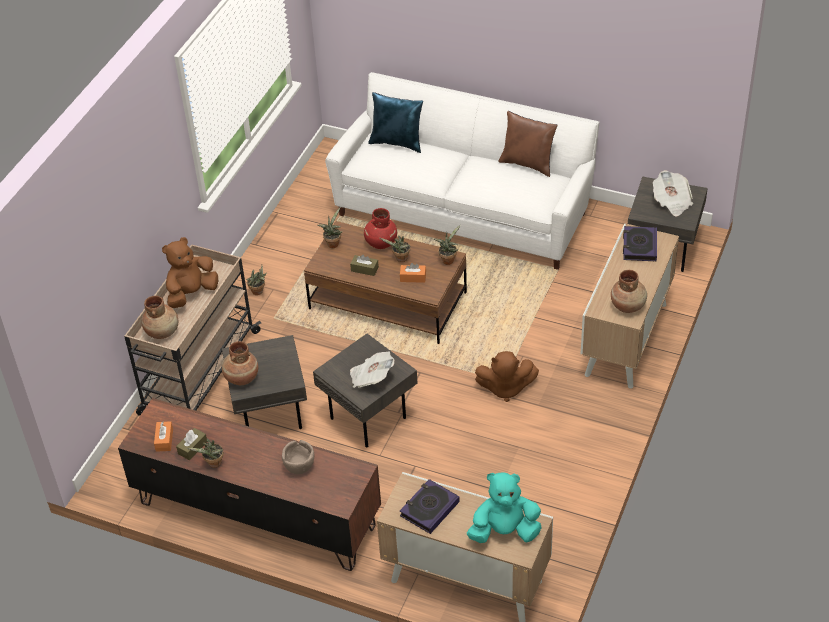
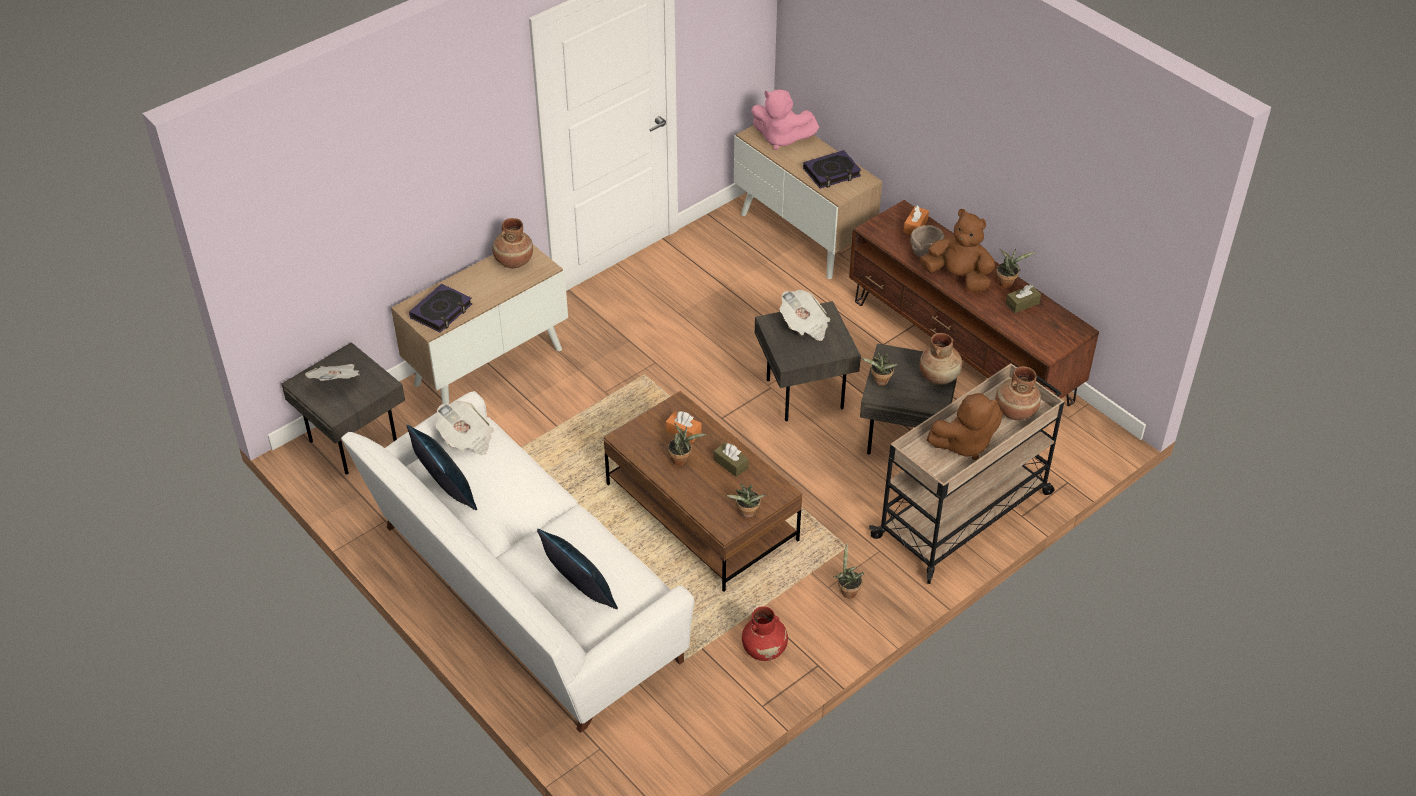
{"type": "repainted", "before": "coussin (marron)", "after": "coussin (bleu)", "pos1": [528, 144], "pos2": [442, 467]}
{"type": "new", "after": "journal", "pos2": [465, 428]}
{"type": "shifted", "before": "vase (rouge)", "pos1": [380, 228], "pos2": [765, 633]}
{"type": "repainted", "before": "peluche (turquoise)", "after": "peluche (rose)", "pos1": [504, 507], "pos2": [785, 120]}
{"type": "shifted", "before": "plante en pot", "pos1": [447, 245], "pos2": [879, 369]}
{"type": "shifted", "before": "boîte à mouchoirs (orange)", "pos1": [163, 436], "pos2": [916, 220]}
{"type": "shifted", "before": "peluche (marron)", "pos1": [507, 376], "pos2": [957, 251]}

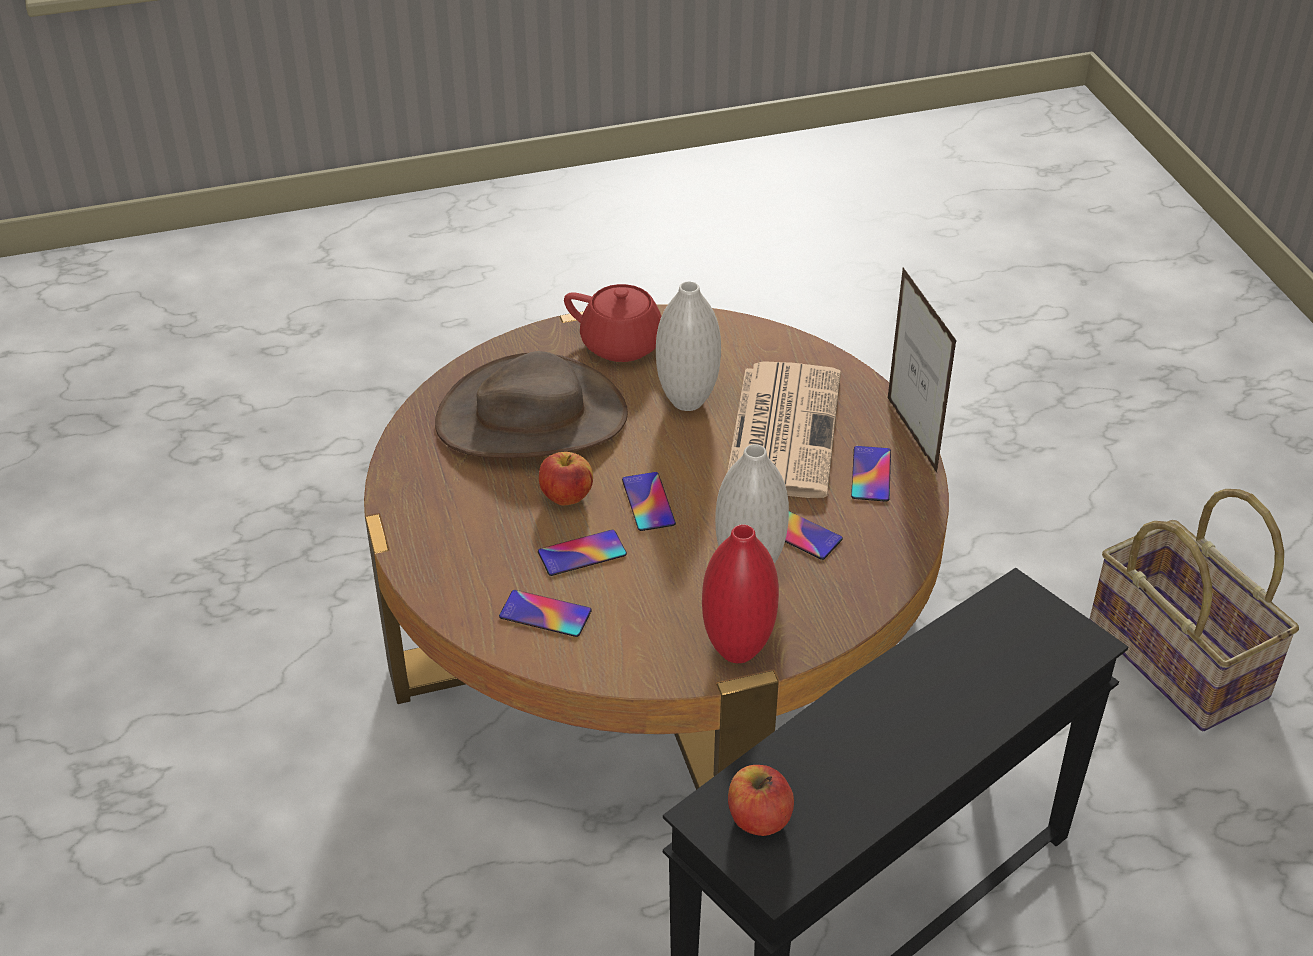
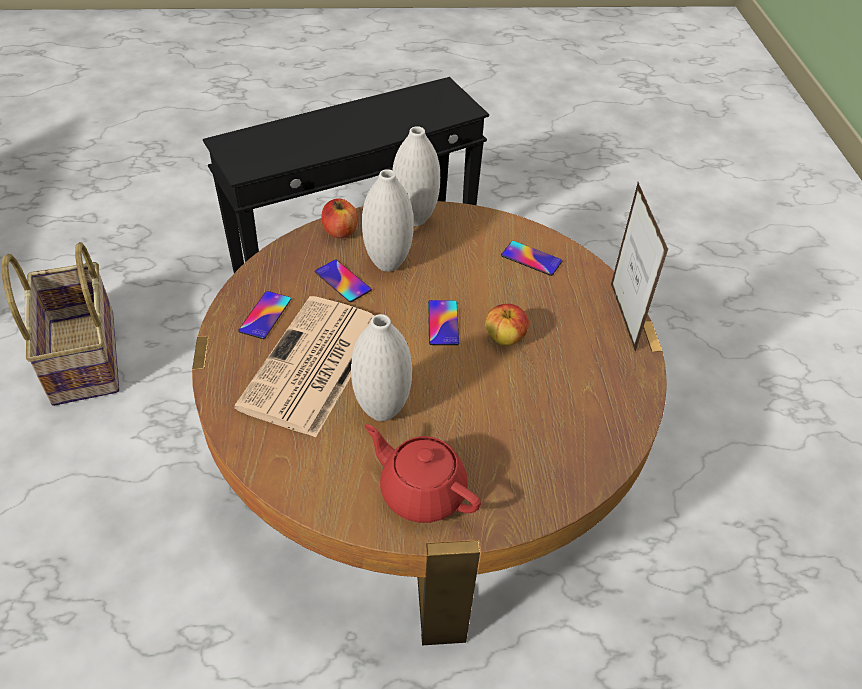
{"type": "shifted", "before": "pomme", "pos1": [761, 800], "pos2": [339, 218]}
{"type": "repainted", "before": "vase (rouge)", "after": "vase (blanc)", "pos1": [740, 593], "pos2": [416, 176]}
{"type": "shifted", "before": "cadre photo", "pos1": [922, 370], "pos2": [639, 267]}
{"type": "gone", "before": "chapeau (marron)", "pos1": [531, 404]}
{"type": "gone", "before": "téléphone", "pos1": [582, 553]}

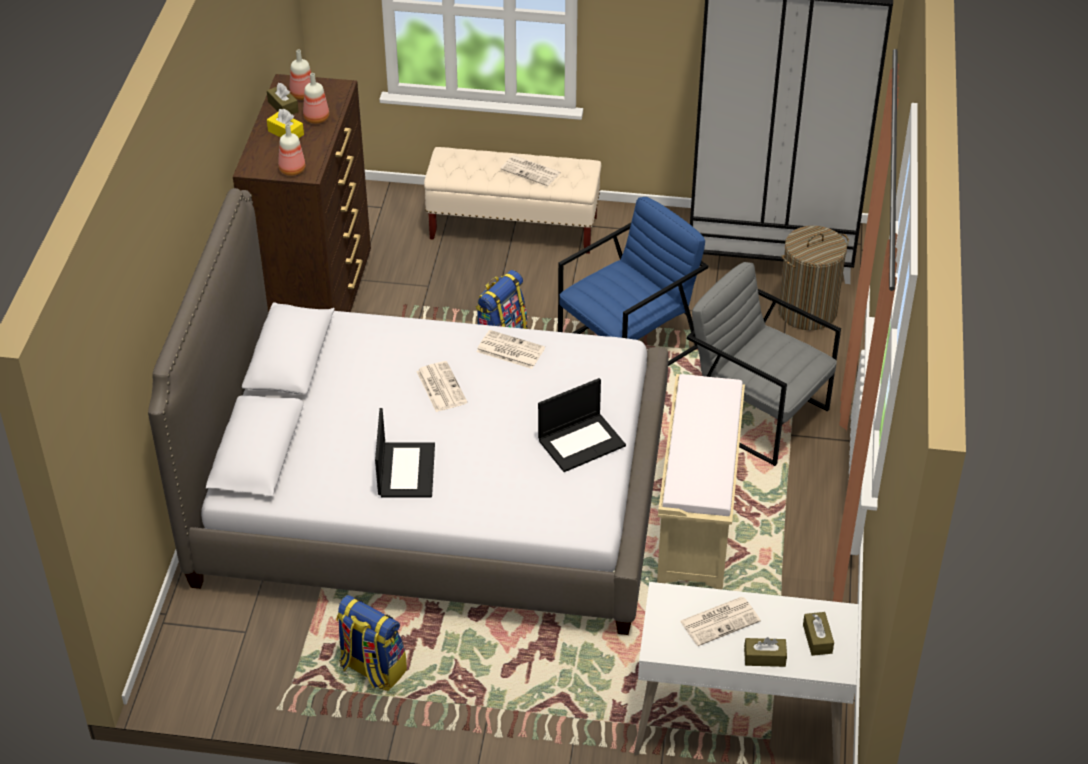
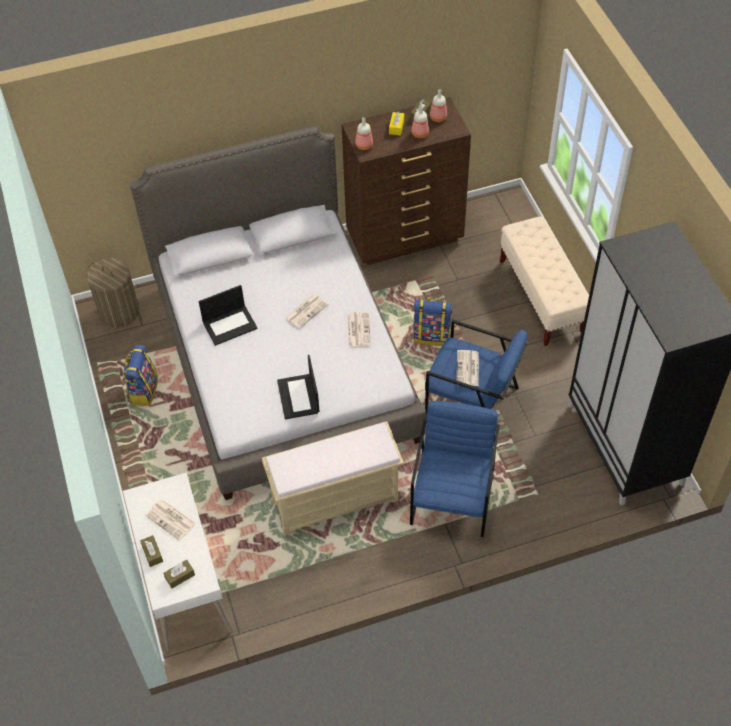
{"type": "shifted", "before": "panier à linge", "pos1": [813, 278], "pos2": [113, 293]}
{"type": "rotated", "before": "ordinateur portable", "pos1": [582, 425], "pos2": [298, 387], "turn": 45}
{"type": "repainted", "before": "fauteuil (gris)", "after": "fauteuil (bleu)", "pos1": [764, 364], "pos2": [455, 469]}
{"type": "shifted", "before": "journal", "pos1": [530, 170], "pos2": [467, 368]}

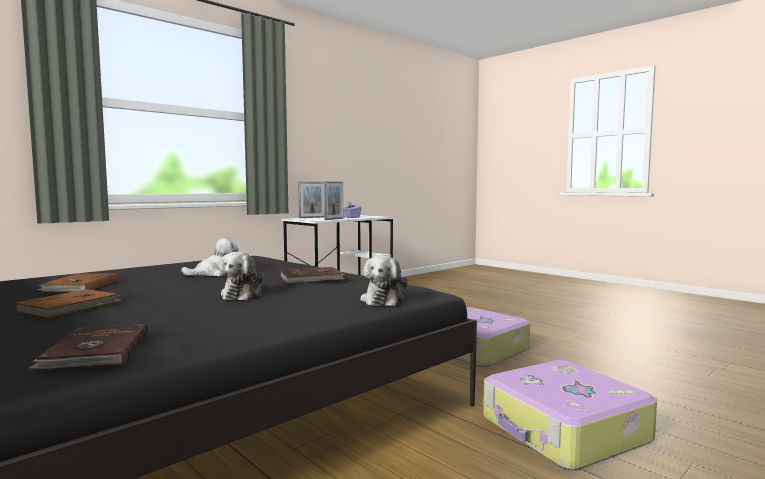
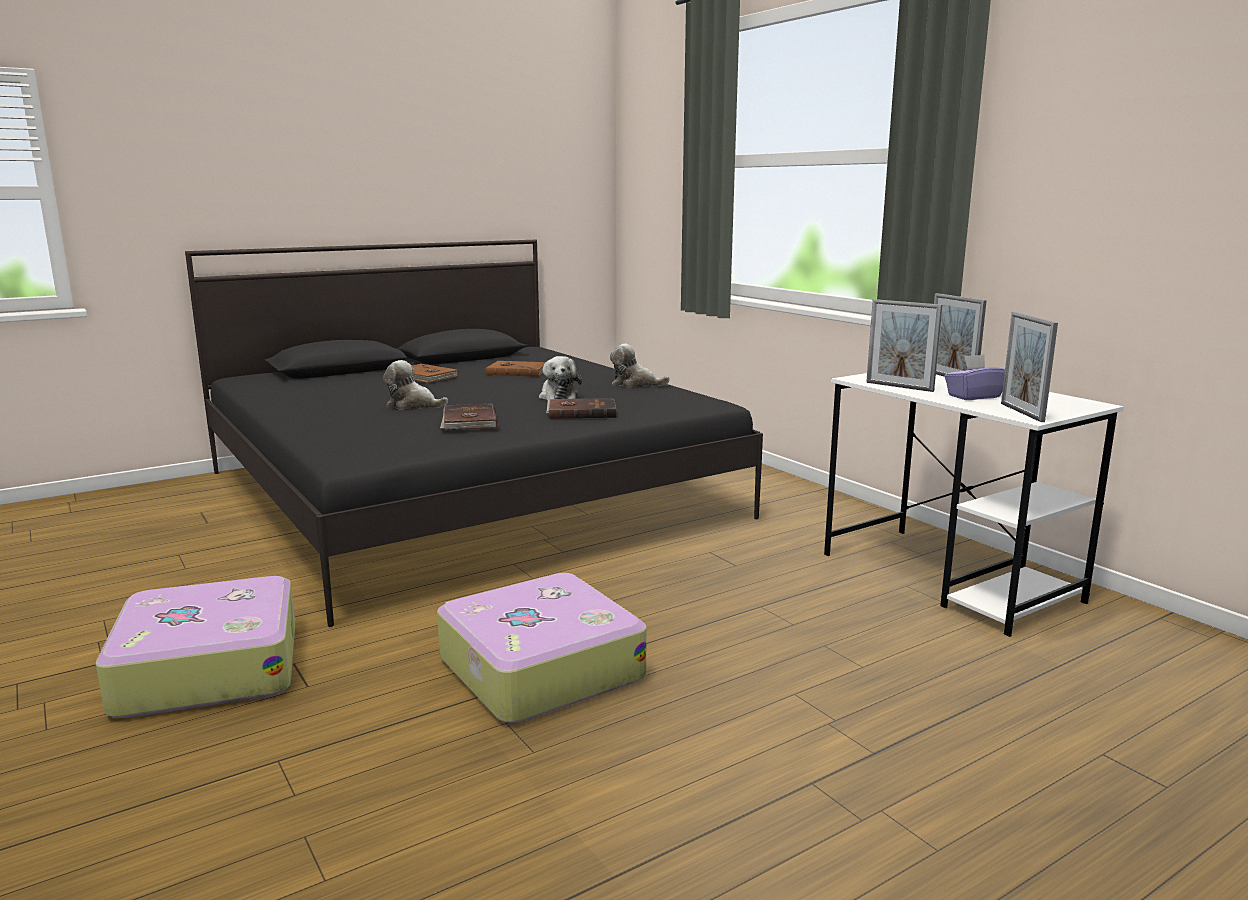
{"type": "shifted", "before": "livre (marron)", "pos1": [89, 347], "pos2": [581, 408]}
{"type": "shifted", "before": "peluche", "pos1": [383, 280], "pos2": [640, 365]}
{"type": "new", "after": "cadre photo", "pos2": [1029, 367]}

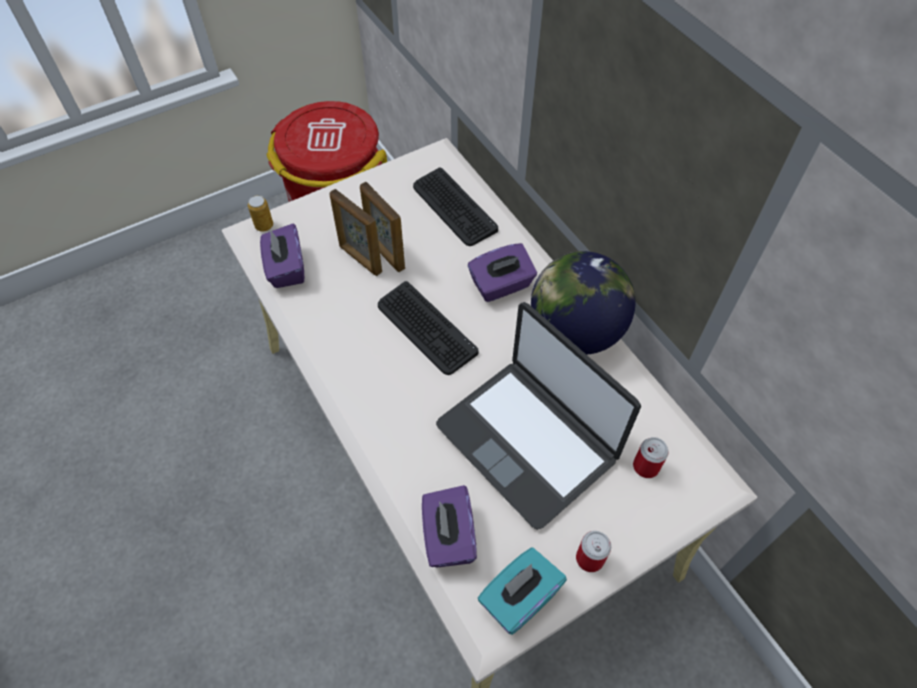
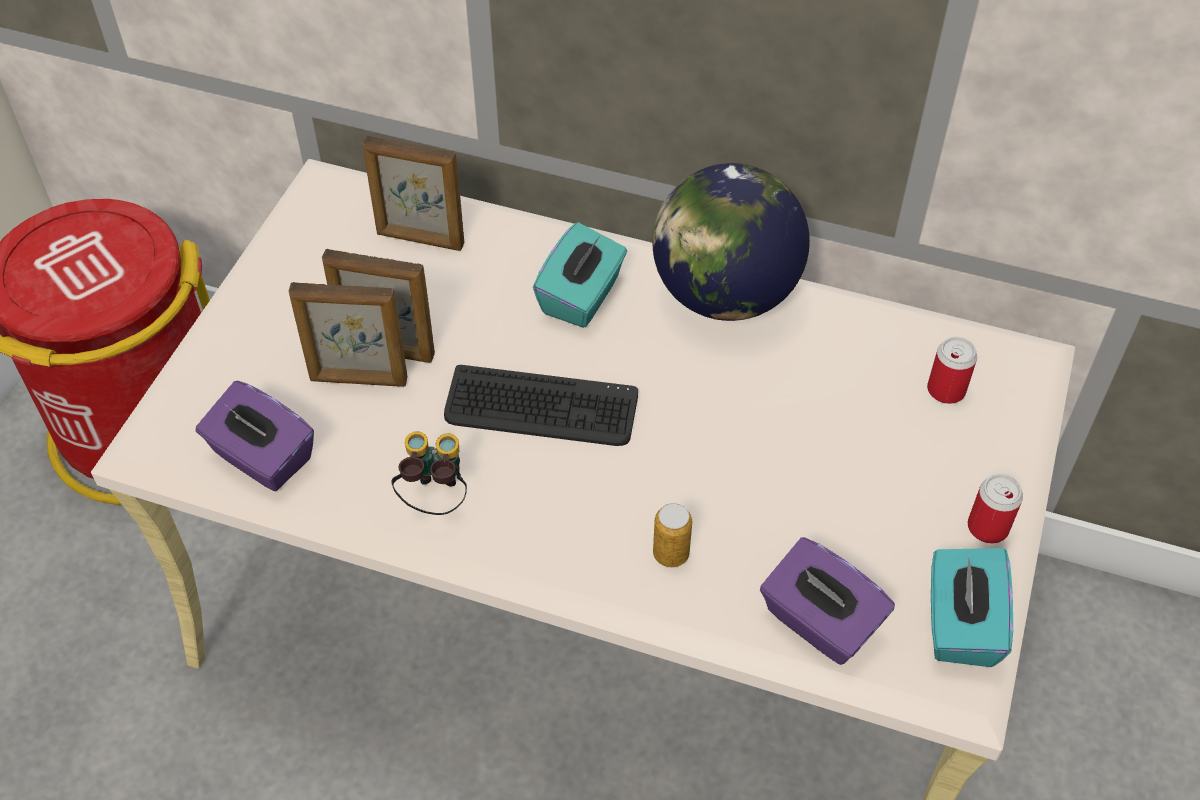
{"type": "swapped", "before": "clavier", "after": "cadre photo", "pos1": [455, 207], "pos2": [413, 193]}
{"type": "new", "after": "jumelles", "pos2": [429, 473]}
{"type": "repainted", "before": "boîte à mouchoirs (violet)", "after": "boîte à mouchoirs (turquoise)", "pos1": [502, 272], "pos2": [580, 275]}
{"type": "shifted", "before": "boîte métallique", "pos1": [260, 213], "pos2": [672, 535]}
{"type": "gone", "before": "ordinateur portable", "pos1": [538, 416]}

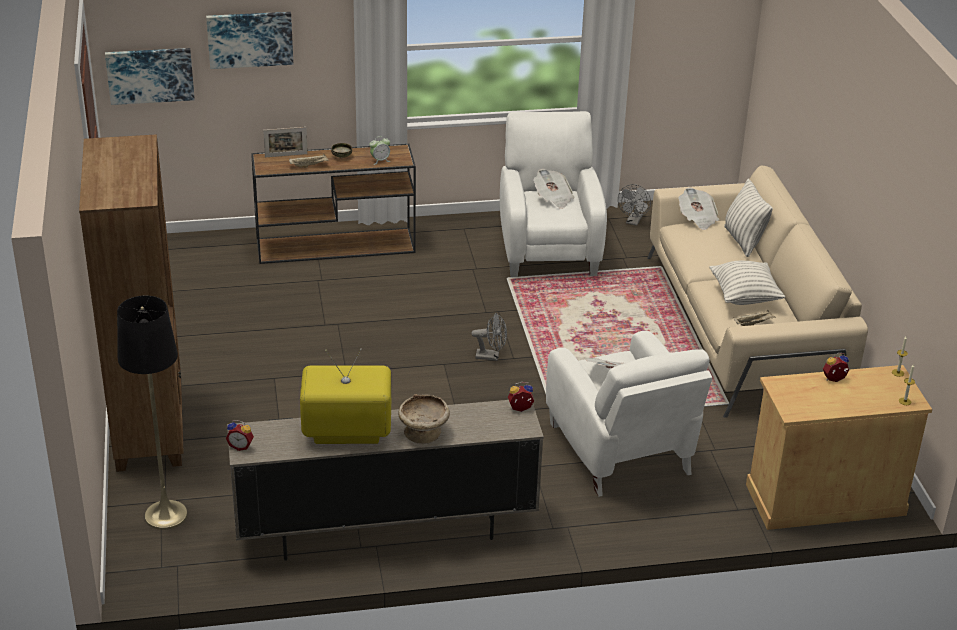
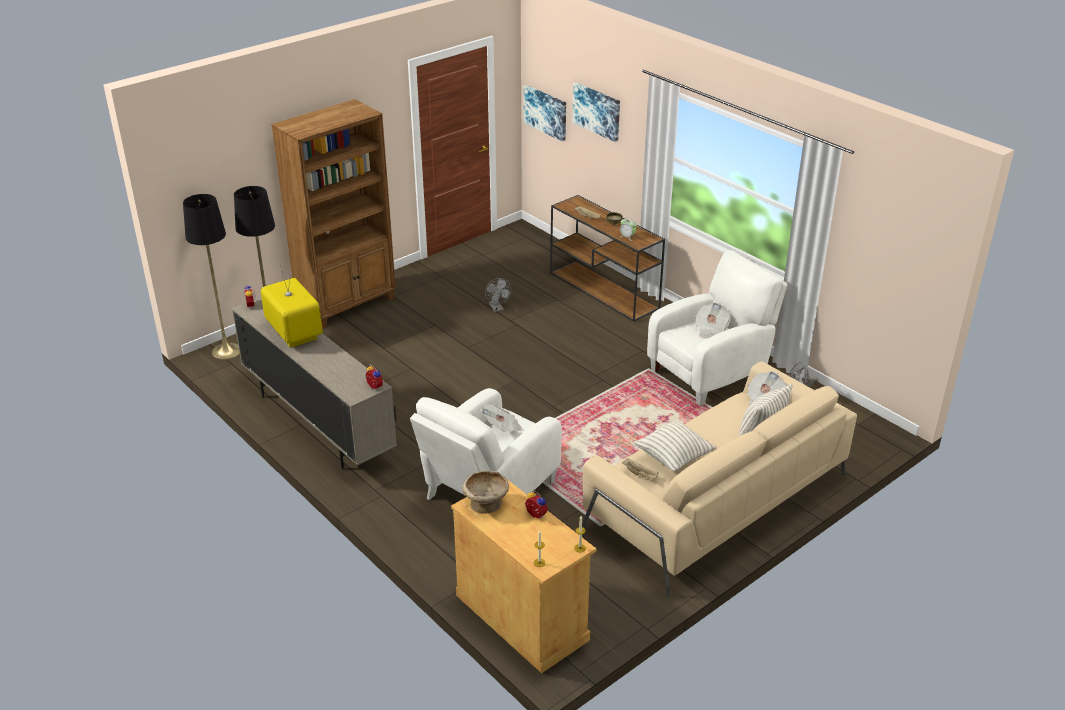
{"type": "new", "after": "lampadaire (noir)", "pos2": [211, 277]}
{"type": "shifted", "before": "bol (beige)", "pos1": [424, 419], "pos2": [486, 492]}
{"type": "shifted", "before": "ventilateur (gris)", "pos1": [489, 337], "pos2": [498, 295]}
{"type": "gone", "before": "cadre photo", "pos1": [285, 142]}

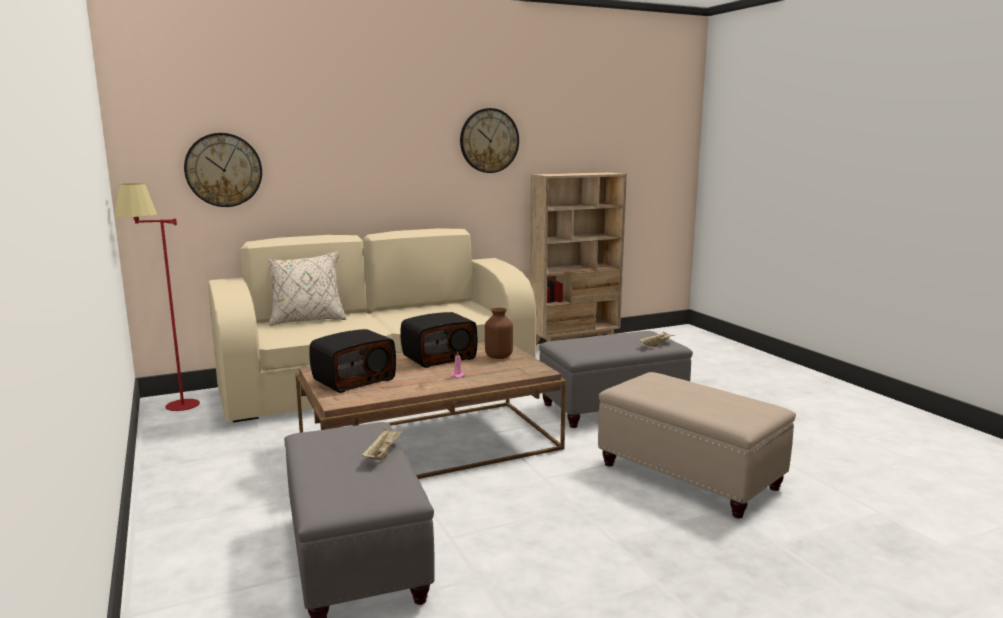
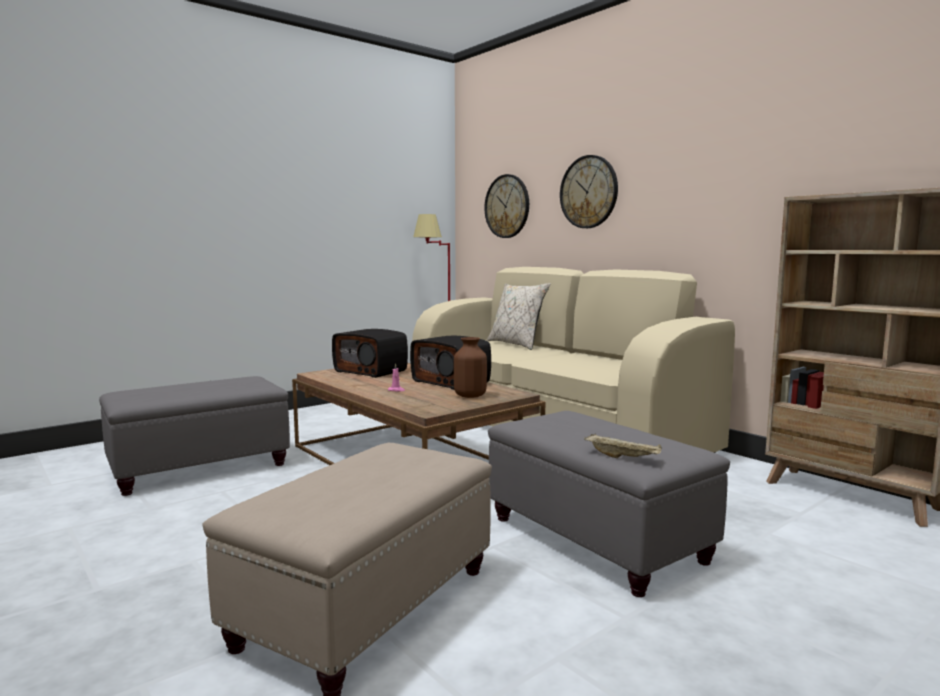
{"type": "shifted", "before": "horloge murale", "pos1": [489, 140], "pos2": [589, 191]}
{"type": "gone", "before": "plateau (beige)", "pos1": [382, 444]}

